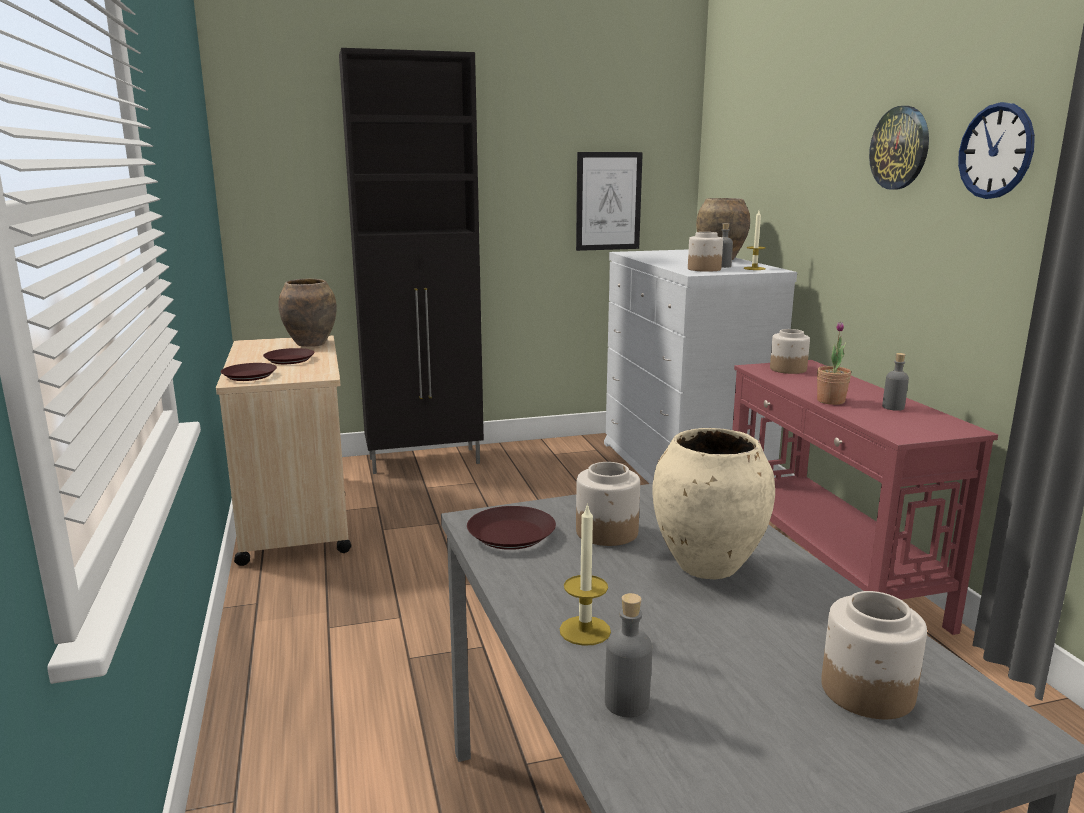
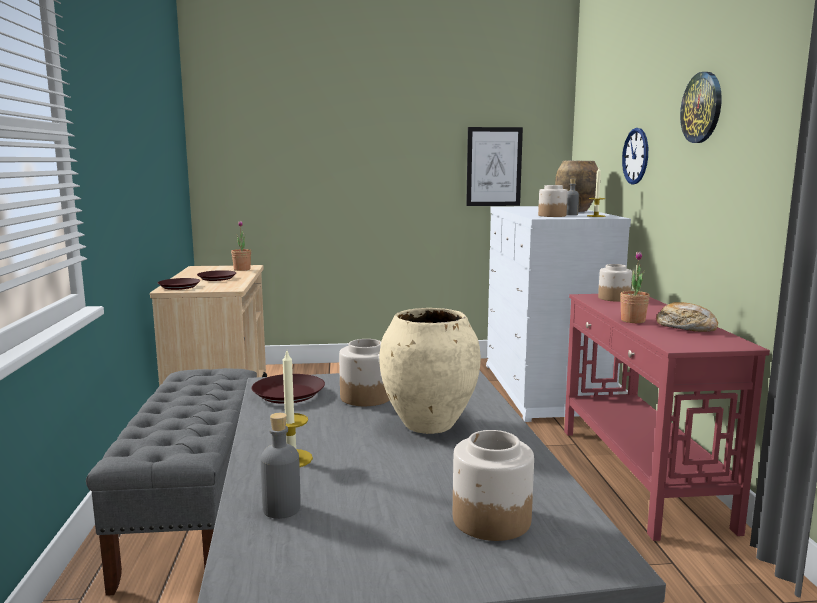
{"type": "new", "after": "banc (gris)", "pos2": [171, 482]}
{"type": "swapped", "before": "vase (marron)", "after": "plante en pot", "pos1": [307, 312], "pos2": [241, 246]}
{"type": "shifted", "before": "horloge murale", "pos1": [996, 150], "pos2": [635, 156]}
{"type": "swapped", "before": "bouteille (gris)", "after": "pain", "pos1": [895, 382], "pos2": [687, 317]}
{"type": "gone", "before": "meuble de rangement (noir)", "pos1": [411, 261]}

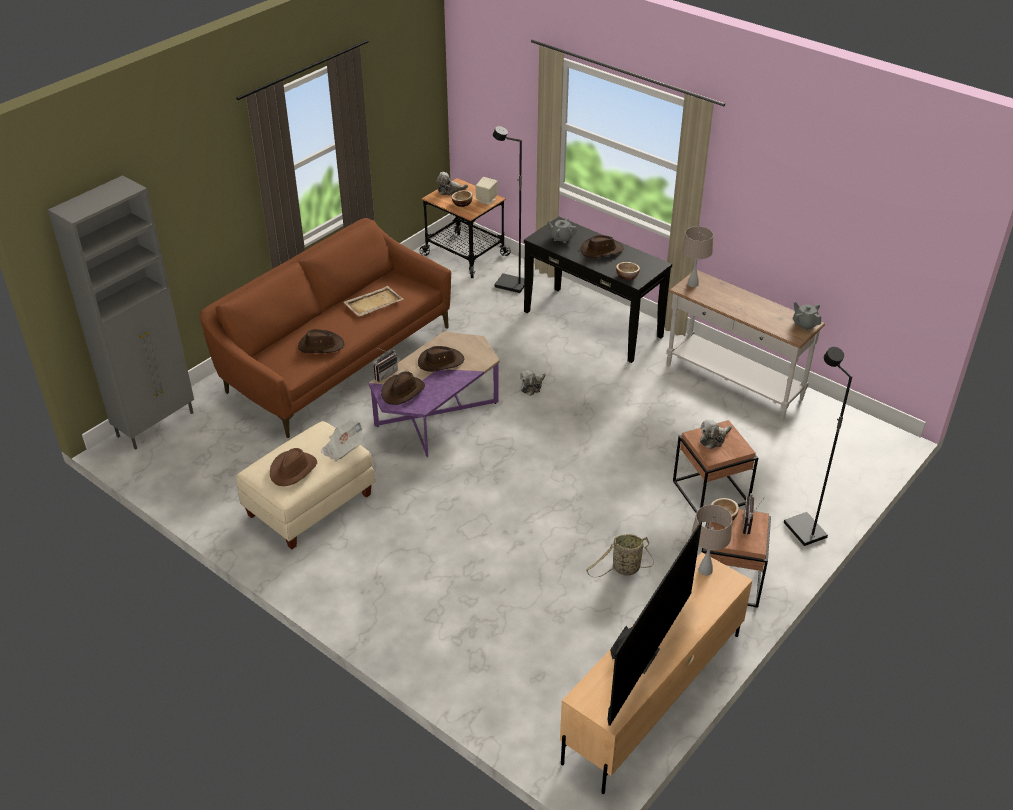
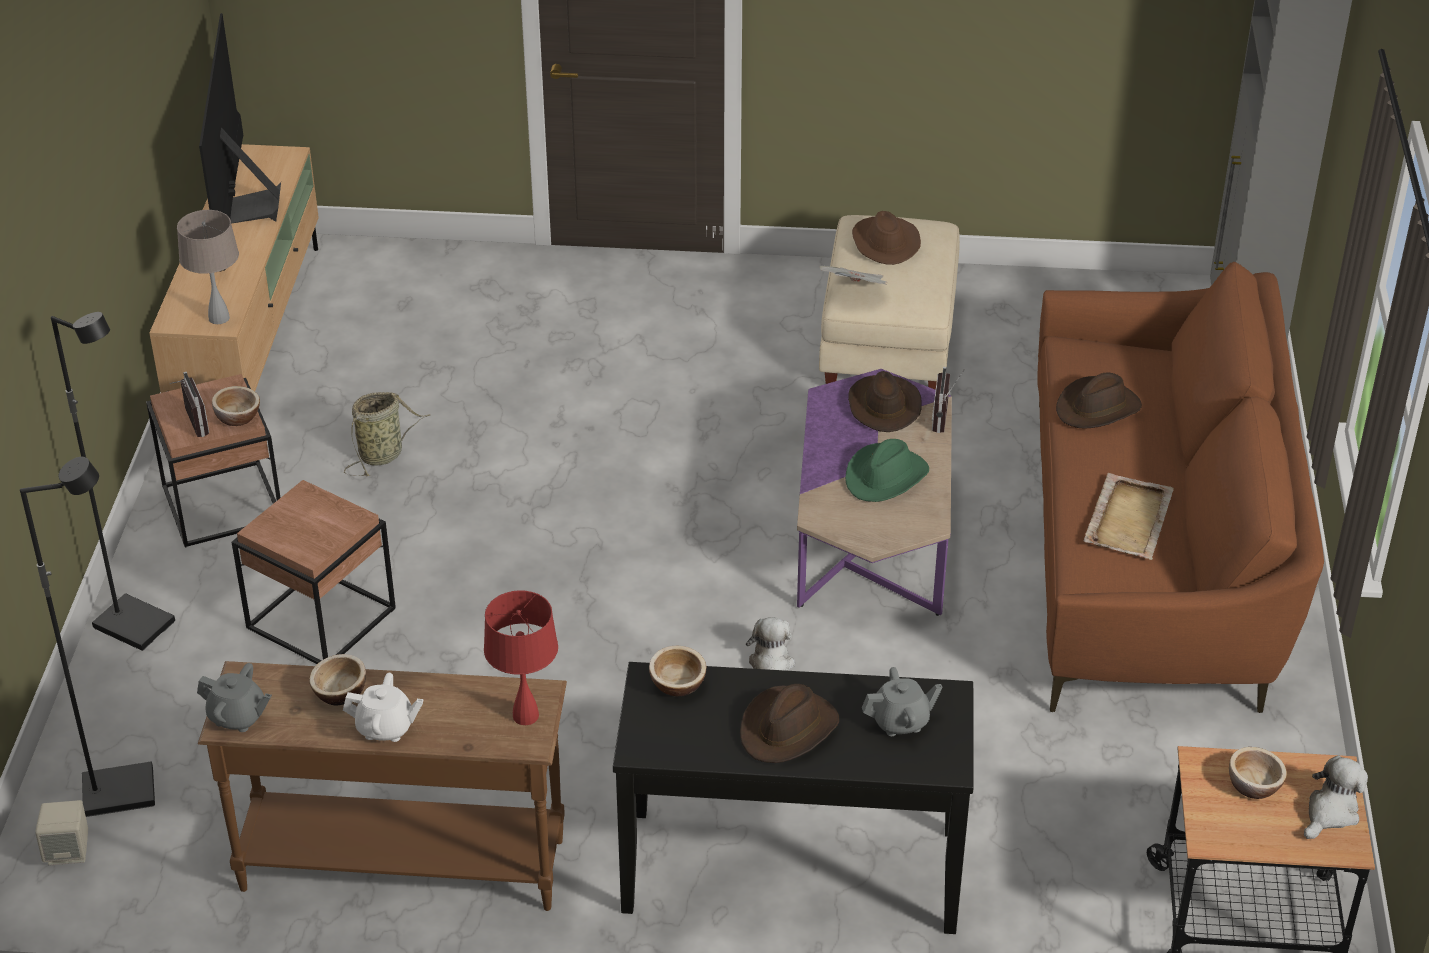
{"type": "shifted", "before": "lampadaire (noir)", "pos1": [508, 209], "pos2": [87, 637]}
{"type": "shifted", "before": "enceinte (beige)", "pos1": [486, 191], "pos2": [61, 833]}
{"type": "repainted", "before": "table console (blanc)", "after": "table console (marron)", "pos1": [745, 345], "pos2": [382, 786]}
{"type": "new", "after": "bol", "pos2": [337, 679]}
{"type": "new", "after": "théière (blanc)", "pos2": [383, 707]}
{"type": "repainted", "before": "lampe de table (beige)", "after": "lampe de table (rouge)", "pos1": [697, 256], "pos2": [521, 657]}
{"type": "repainted", "before": "chapeau (marron)", "after": "chapeau (vert)", "pos1": [441, 359], "pos2": [887, 470]}
{"type": "gone", "before": "peluche", "pos1": [716, 434]}

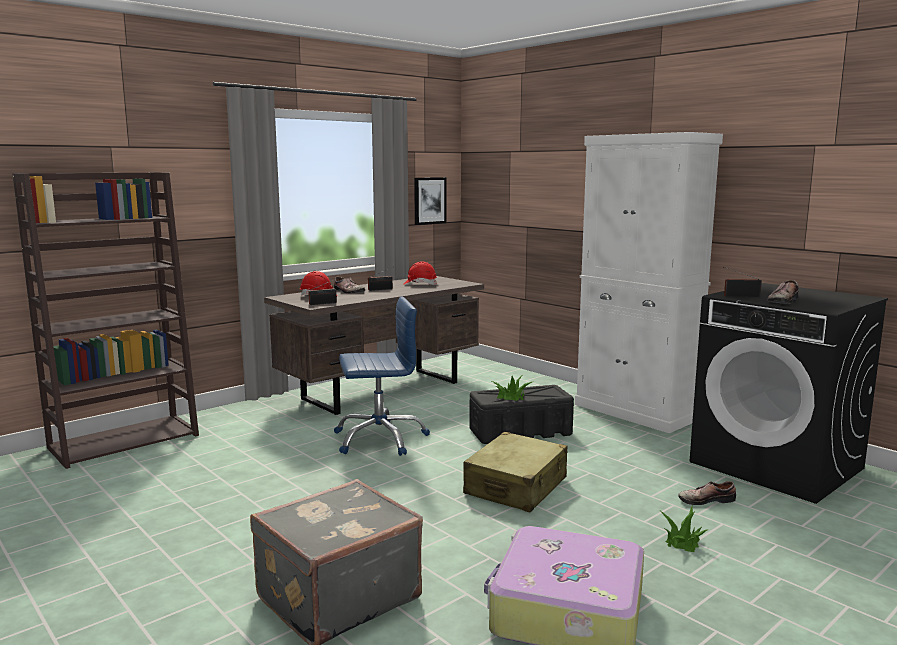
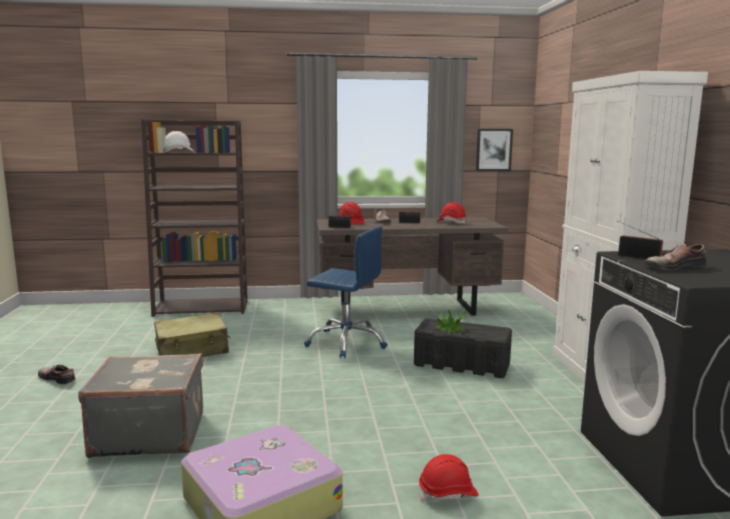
{"type": "shifted", "before": "chaussure", "pos1": [707, 493], "pos2": [56, 375]}
{"type": "shifted", "before": "valise (beige)", "pos1": [515, 472], "pos2": [192, 335]}
{"type": "new", "after": "casque de chantier (blanc)", "pos2": [179, 141]}
{"type": "swapped", "before": "plante en pot", "after": "casque de chantier (rouge)", "pos1": [684, 528], "pos2": [449, 478]}

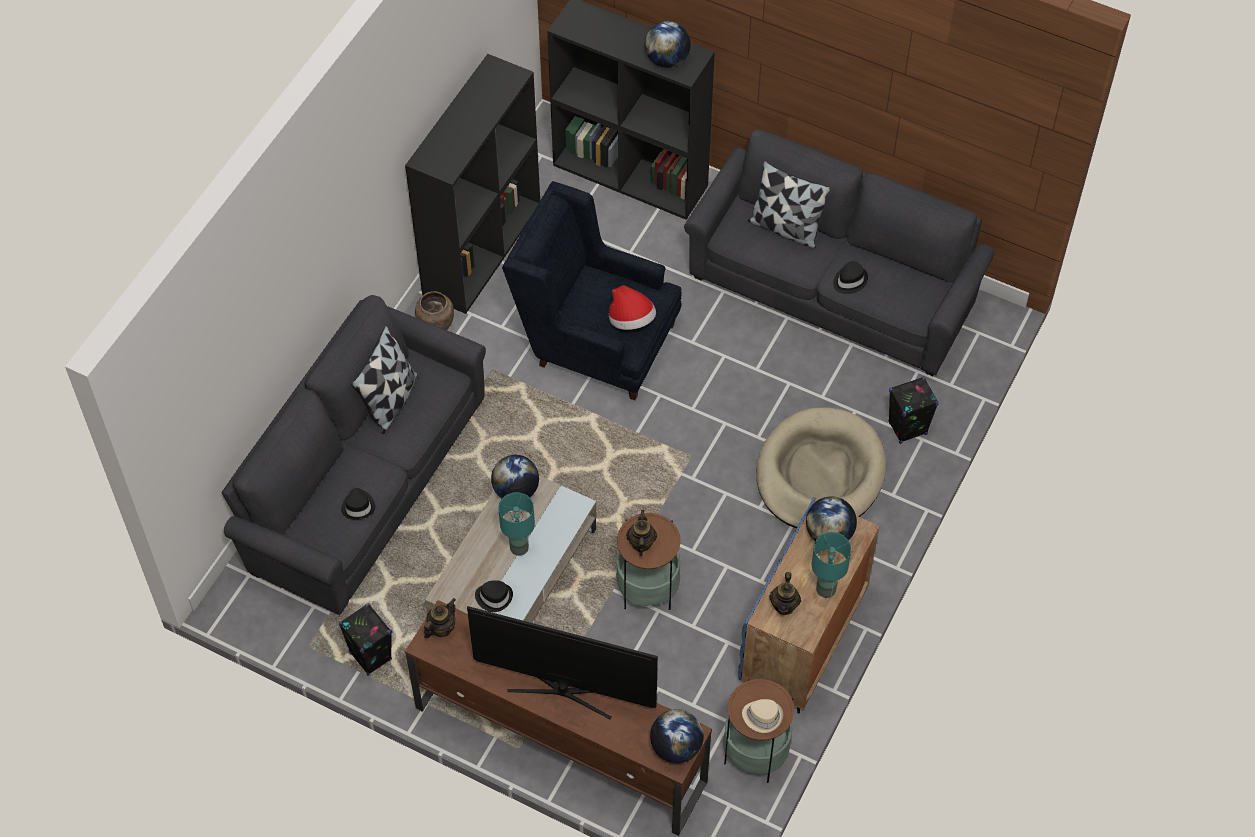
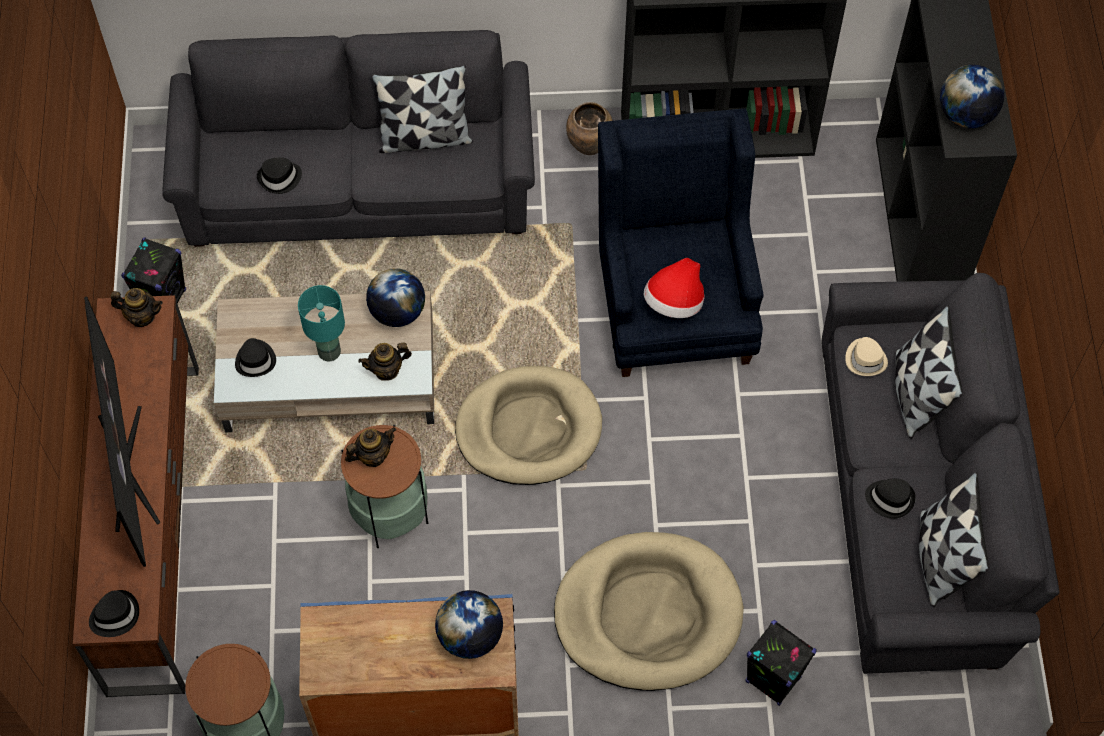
{"type": "swapped", "before": "globe", "after": "chapeau (noir)", "pos1": [677, 736], "pos2": [114, 613]}
{"type": "shifted", "before": "théière", "pos1": [785, 593], "pos2": [385, 361]}
{"type": "new", "after": "panier pour chien (beige)", "pos2": [528, 425]}
{"type": "shifted", "before": "chapeau (beige)", "pos1": [762, 716], "pos2": [866, 356]}
{"type": "new", "after": "coussin", "pos2": [954, 539]}
{"type": "gone", "before": "lampe de table (turquoise)", "pos1": [831, 565]}

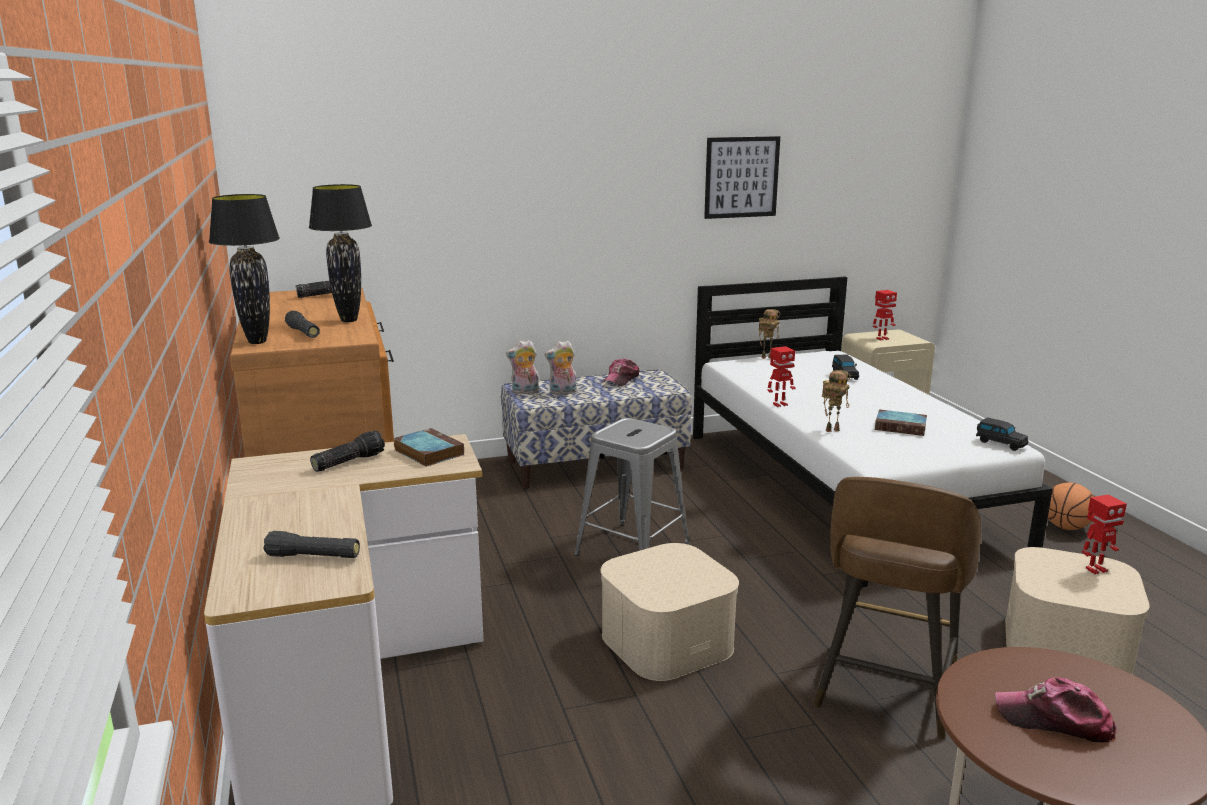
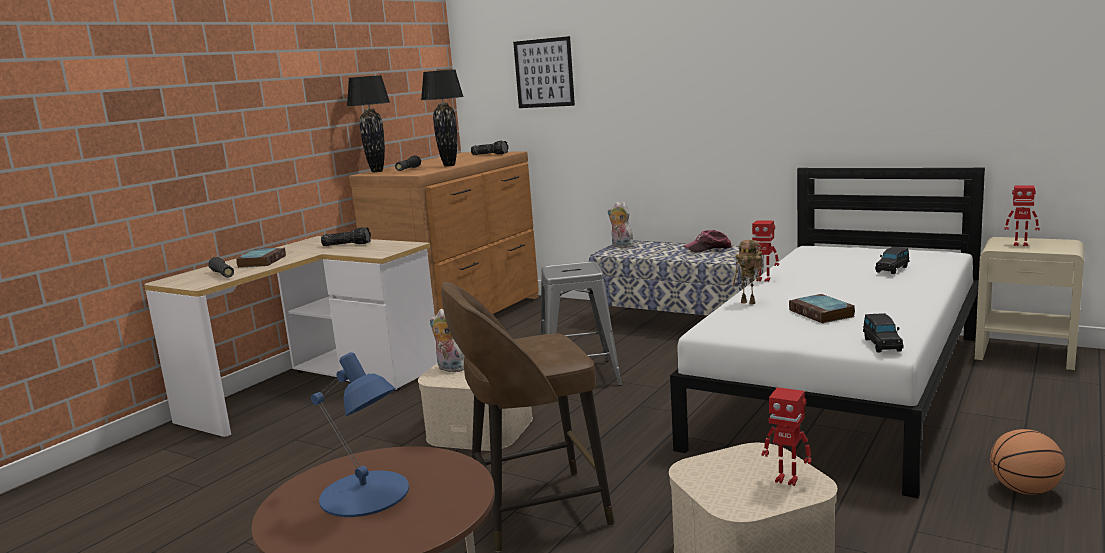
{"type": "shifted", "before": "livre", "pos1": [428, 447], "pos2": [261, 258]}
{"type": "swapped", "before": "casquette", "after": "lampe de table (bleu)", "pos1": [1056, 709], "pos2": [360, 434]}
{"type": "shifted", "before": "peluche", "pos1": [561, 368], "pos2": [447, 340]}
{"type": "shifted", "before": "tableau", "pos1": [742, 177], "pos2": [544, 72]}
{"type": "gone", "before": "robot jouet", "pos1": [769, 334]}

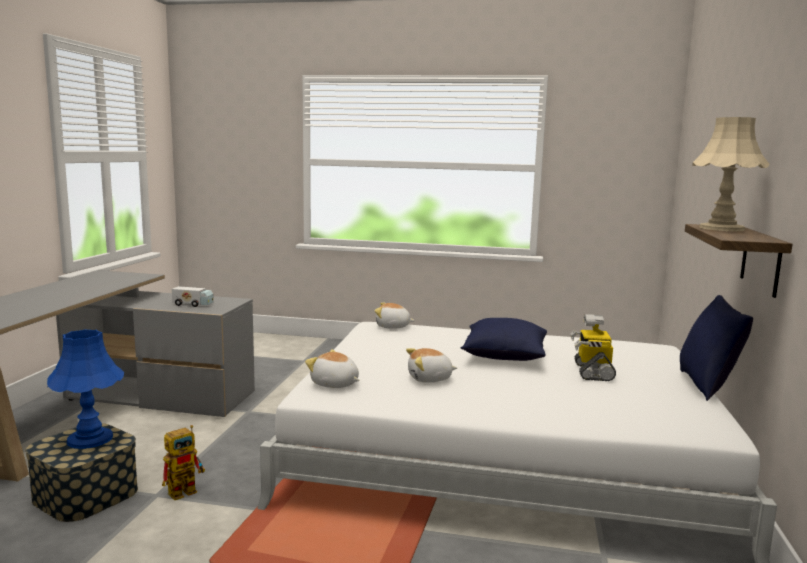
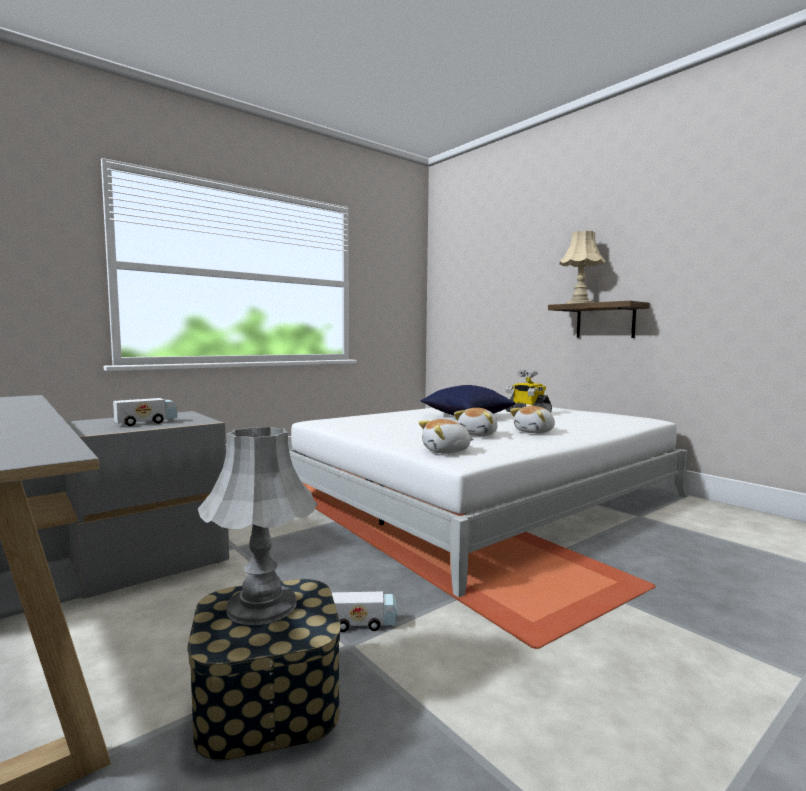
{"type": "repainted", "before": "lampe de table (bleu)", "after": "lampe de table (gris)", "pos1": [85, 389], "pos2": [257, 526]}
{"type": "swapped", "before": "robot jouet", "after": "camion jouet", "pos1": [183, 462], "pos2": [364, 612]}
{"type": "shifted", "before": "peluche", "pos1": [394, 315], "pos2": [532, 419]}
{"type": "gone", "before": "coussin (bleu)", "pos1": [716, 348]}

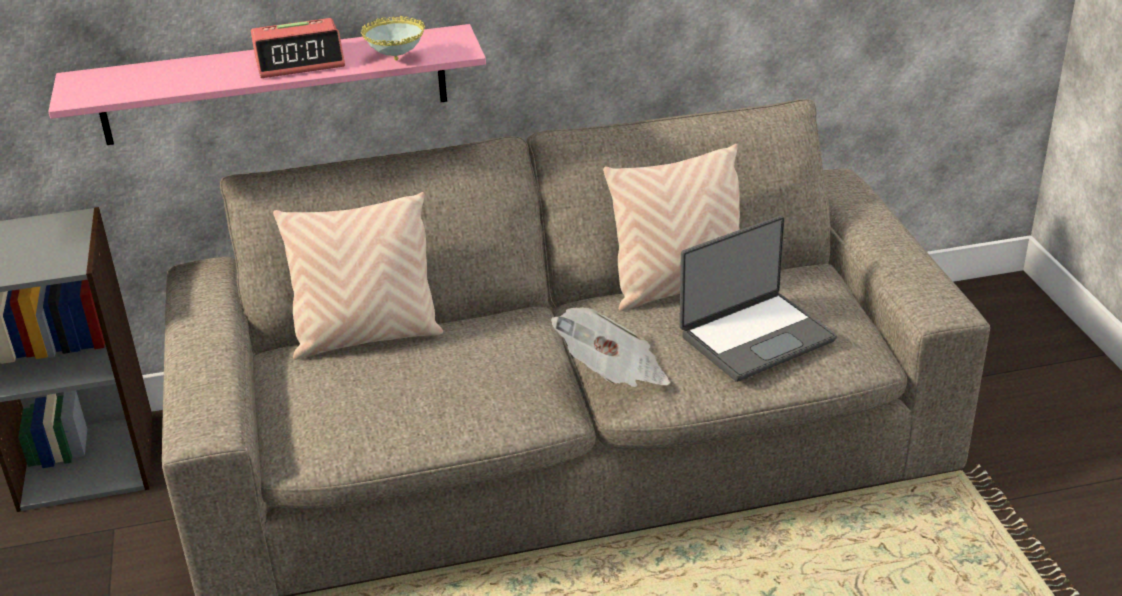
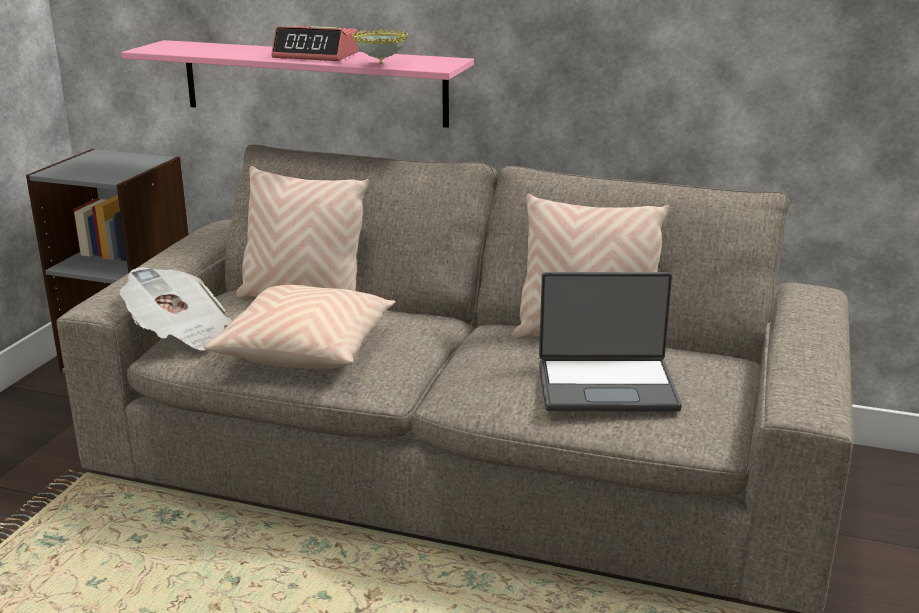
{"type": "shifted", "before": "journal", "pos1": [610, 347], "pos2": [176, 308]}
{"type": "new", "after": "coussin (beige)", "pos2": [300, 327]}

